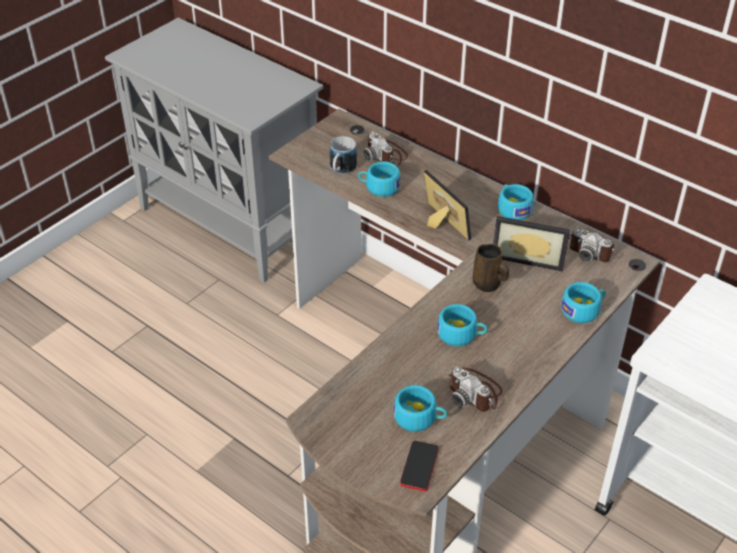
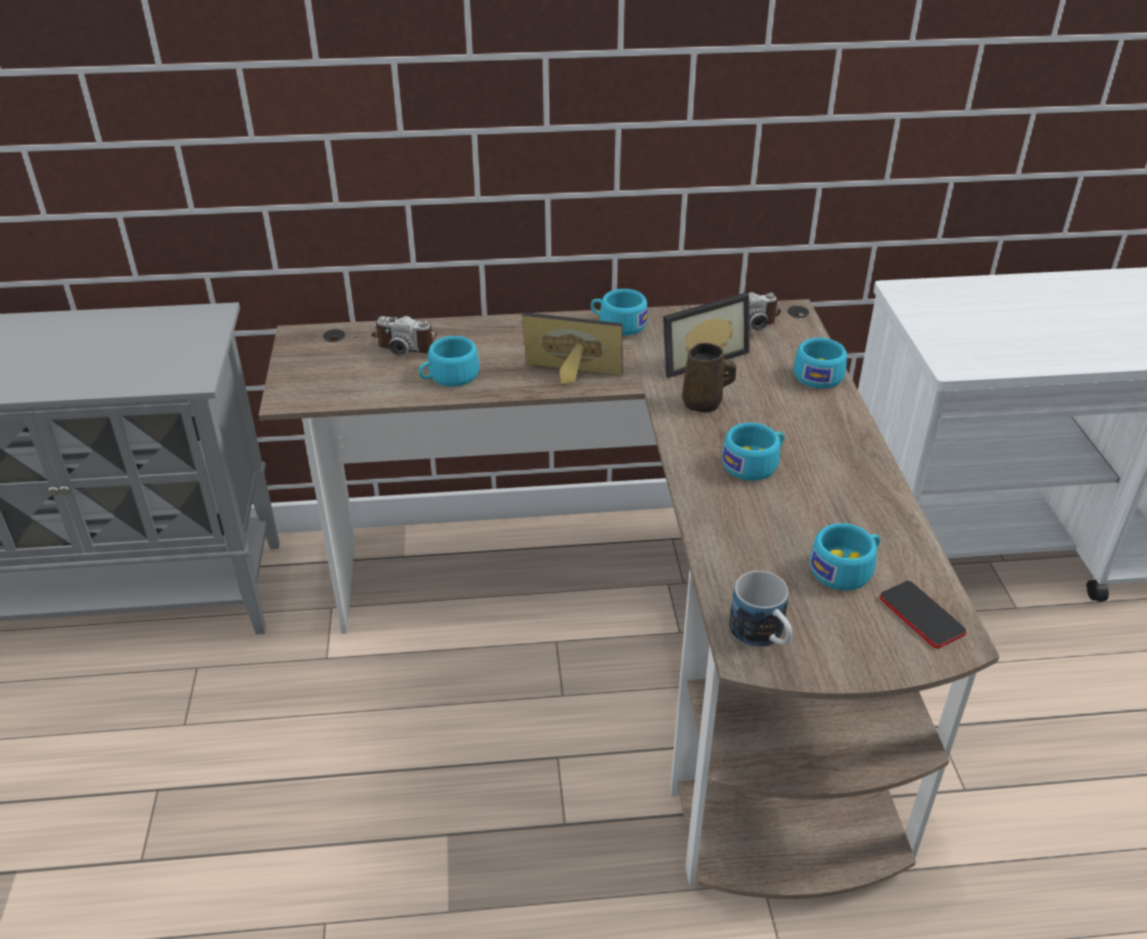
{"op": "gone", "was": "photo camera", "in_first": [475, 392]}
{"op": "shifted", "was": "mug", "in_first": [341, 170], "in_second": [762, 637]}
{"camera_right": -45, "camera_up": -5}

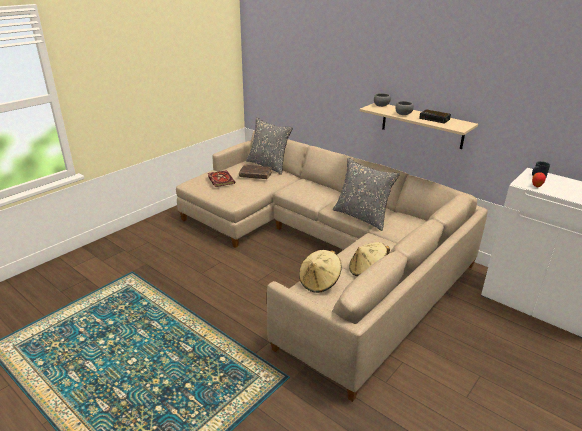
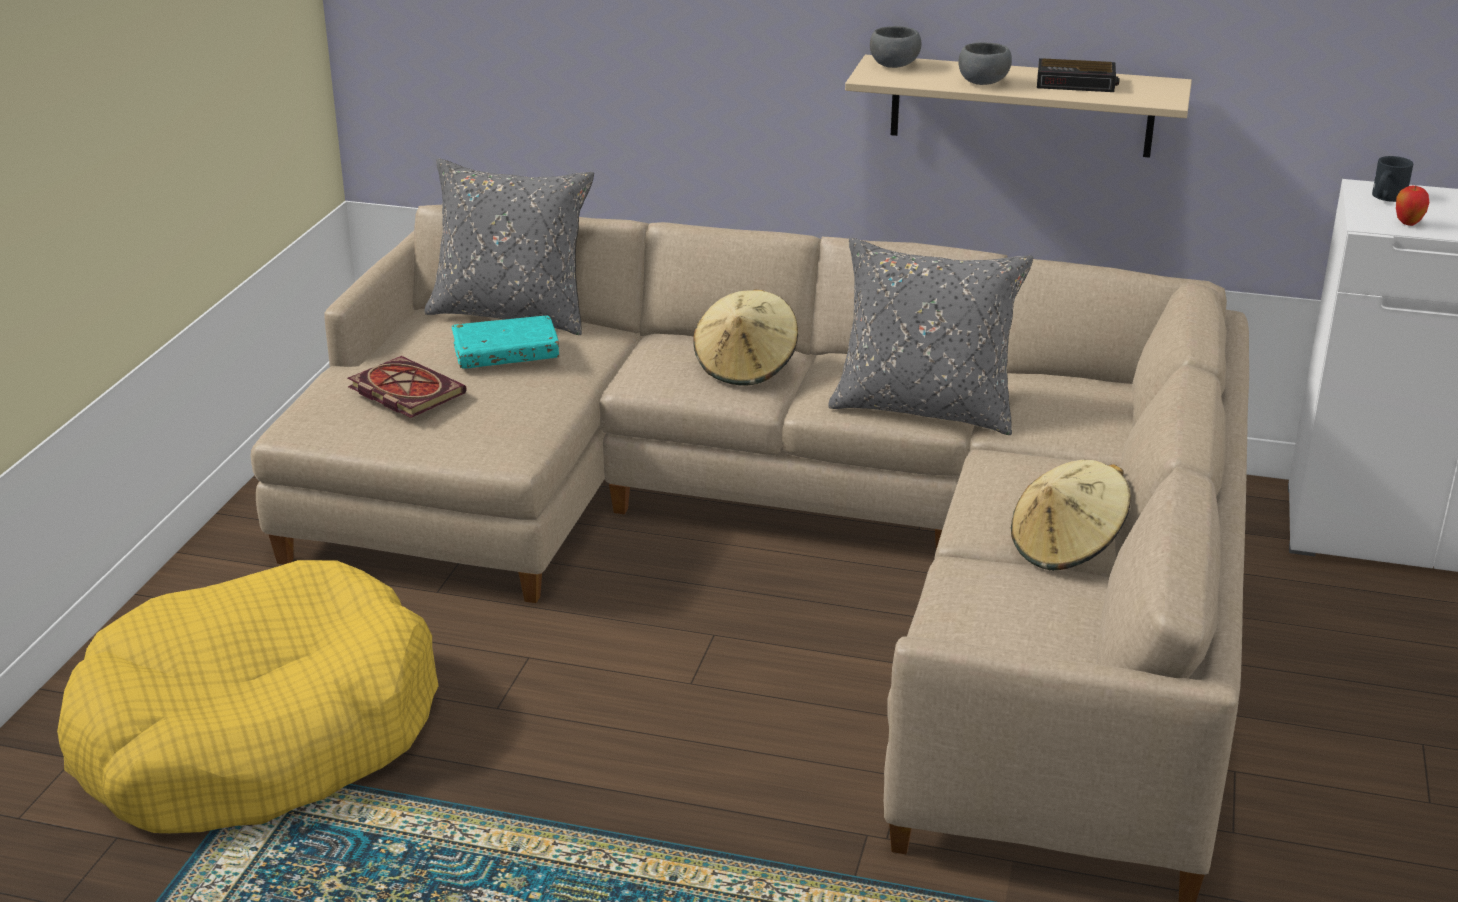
{"op": "new", "now": "dog bed/yellow", "in_second": [257, 735]}
{"op": "shifted", "was": "hat/beige", "in_first": [319, 282], "in_second": [746, 367]}
{"op": "repainted", "was": "book/brown", "now": "book/turquoise", "in_first": [255, 175], "in_second": [506, 354]}
{"camera_right": -25, "camera_up": 0}

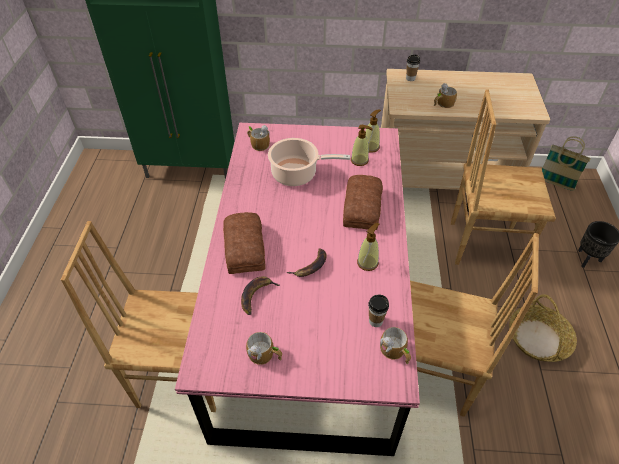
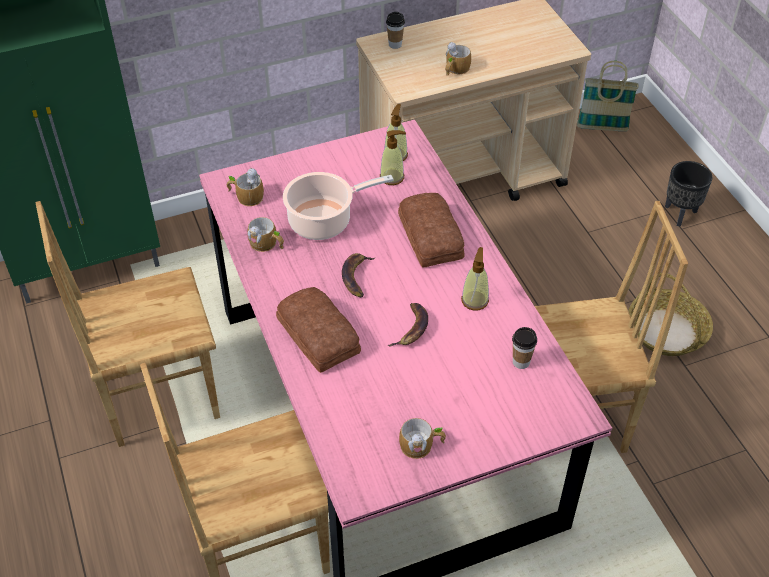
{"op": "shifted", "was": "banana", "in_first": [257, 295], "in_second": [356, 277]}
{"op": "shifted", "was": "mug", "in_first": [395, 352], "in_second": [267, 244]}
{"op": "shifted", "was": "chair/brown", "in_first": [483, 244], "in_second": [159, 396]}
{"camera_right": -25, "camera_up": 0}

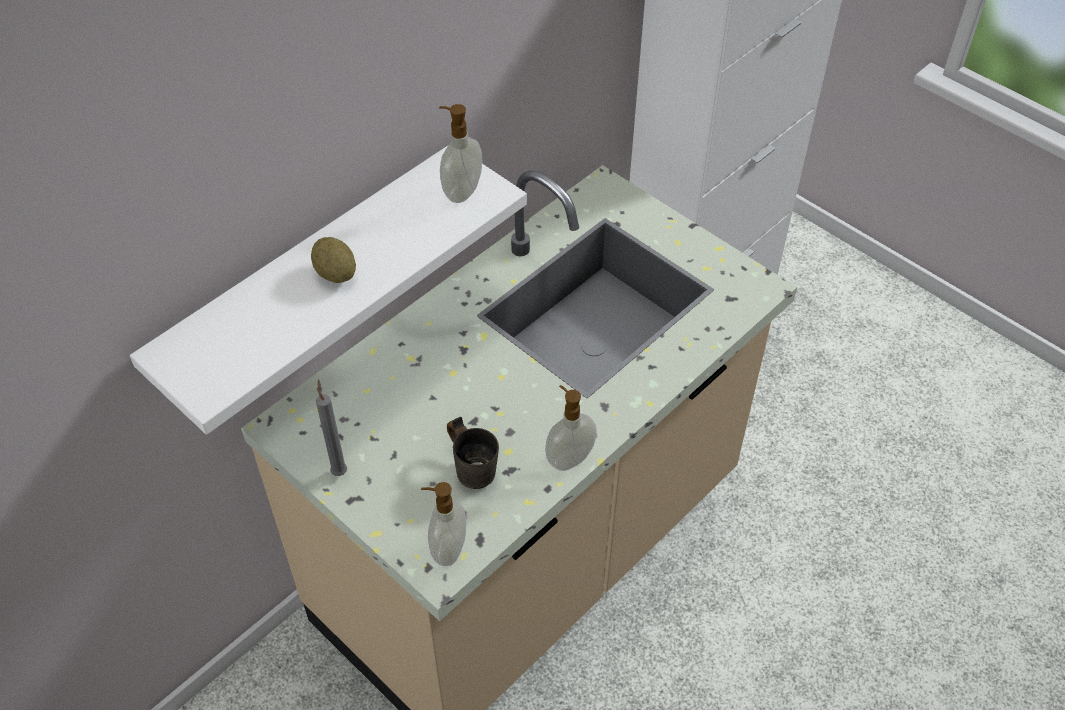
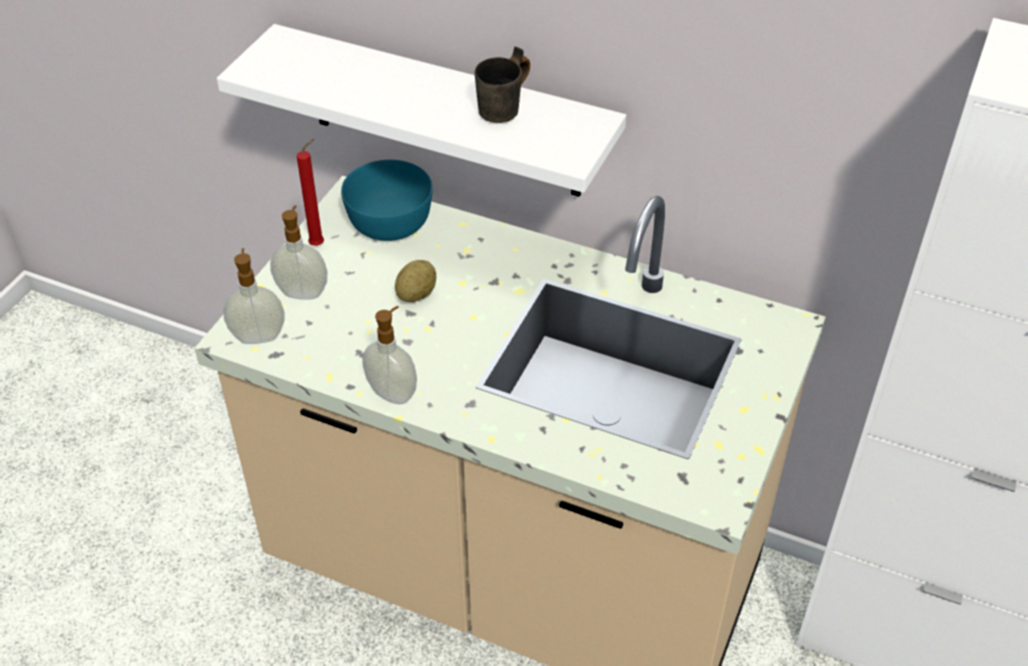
{"op": "new", "now": "bowl/turquoise", "in_second": [388, 221]}
{"op": "shifted", "was": "potato", "in_first": [336, 273], "in_second": [416, 294]}
{"op": "shifted", "was": "soap dispenser", "in_first": [461, 191], "in_second": [303, 292]}
{"op": "shifted", "was": "mug/grey", "in_first": [475, 465], "in_second": [508, 111]}
{"op": "repainted", "was": "candle/grey", "now": "candle/red", "in_first": [339, 470], "in_second": [319, 244]}
{"camera_right": 70, "camera_up": -5}

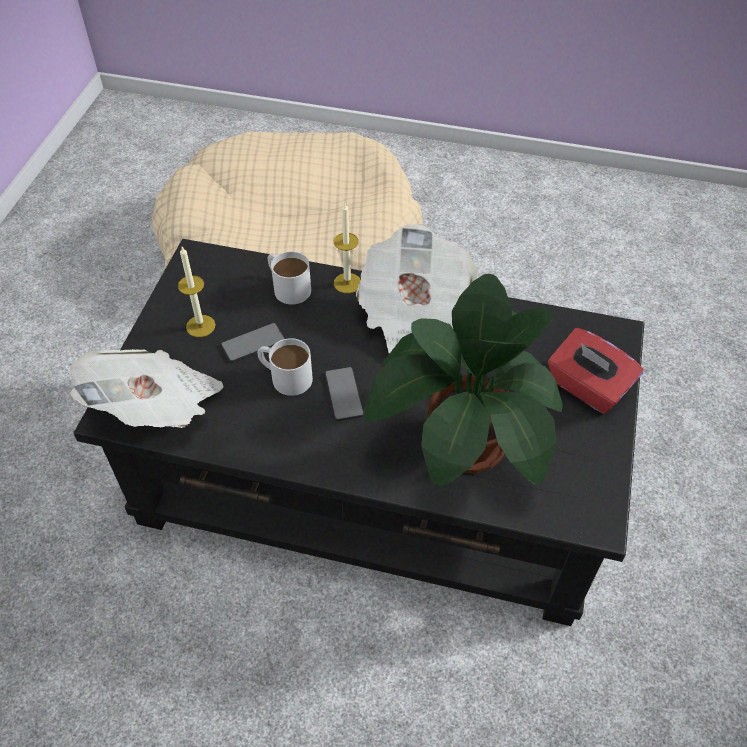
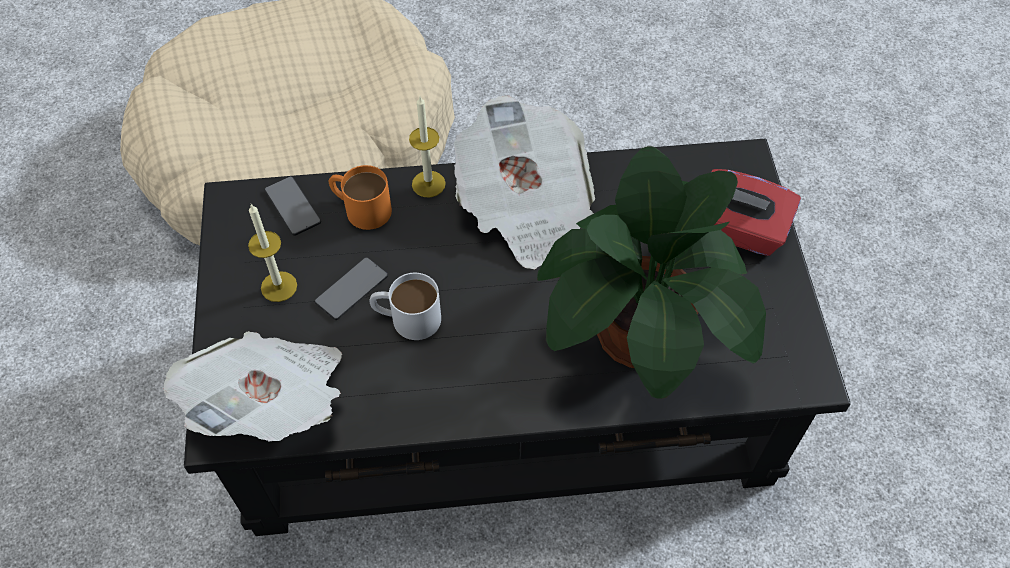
{"op": "shifted", "was": "phone", "in_first": [344, 394], "in_second": [292, 207]}
{"op": "repainted", "was": "mug/white", "now": "mug/orange", "in_first": [287, 286], "in_second": [360, 207]}
{"camera_right": -20, "camera_up": 5}

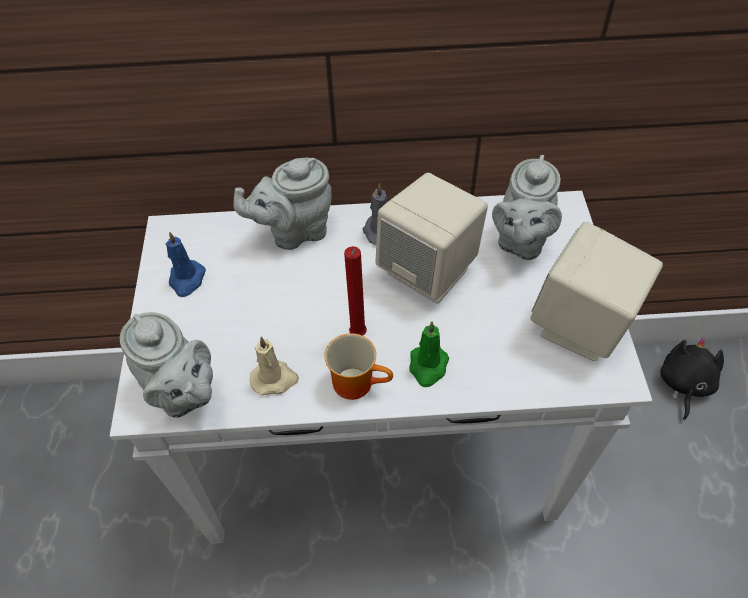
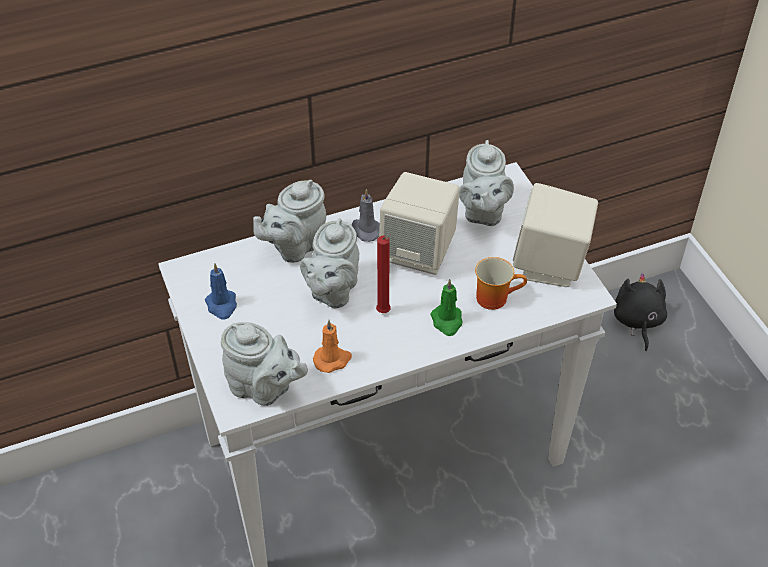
{"op": "new", "now": "teapot/grey", "in_second": [332, 291]}
{"op": "shifted", "was": "mug", "in_first": [358, 381], "in_second": [495, 296]}
{"op": "repainted", "was": "candle/beige", "now": "candle/orange", "in_first": [275, 379], "in_second": [332, 360]}
{"camera_right": -20, "camera_up": -5}

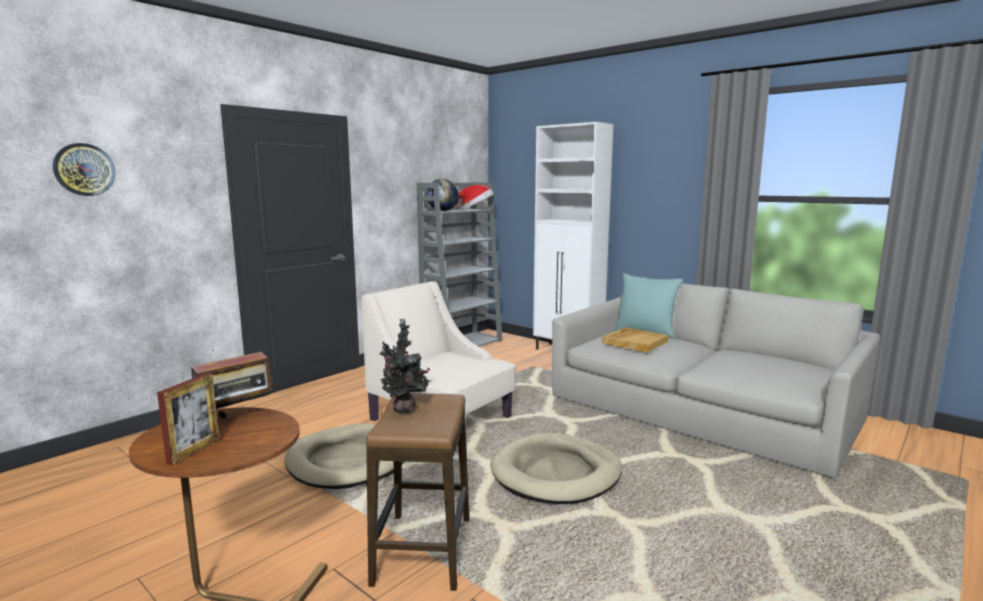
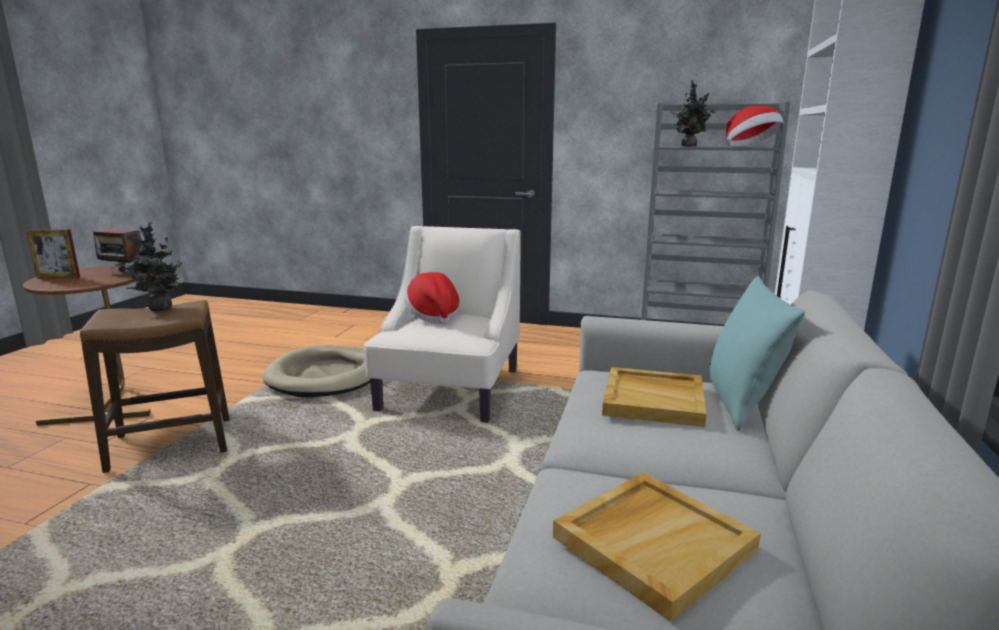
{"op": "gone", "was": "wall clock", "in_first": [84, 169]}
{"op": "gone", "was": "dog bed/beige", "in_first": [556, 473]}
{"op": "new", "now": "hat", "in_second": [433, 316]}
{"op": "new", "now": "tray/beige", "in_second": [653, 542]}
{"op": "swapped", "was": "globe", "now": "potted plant", "in_first": [443, 211], "in_second": [690, 146]}
{"camera_right": 65, "camera_up": 5}

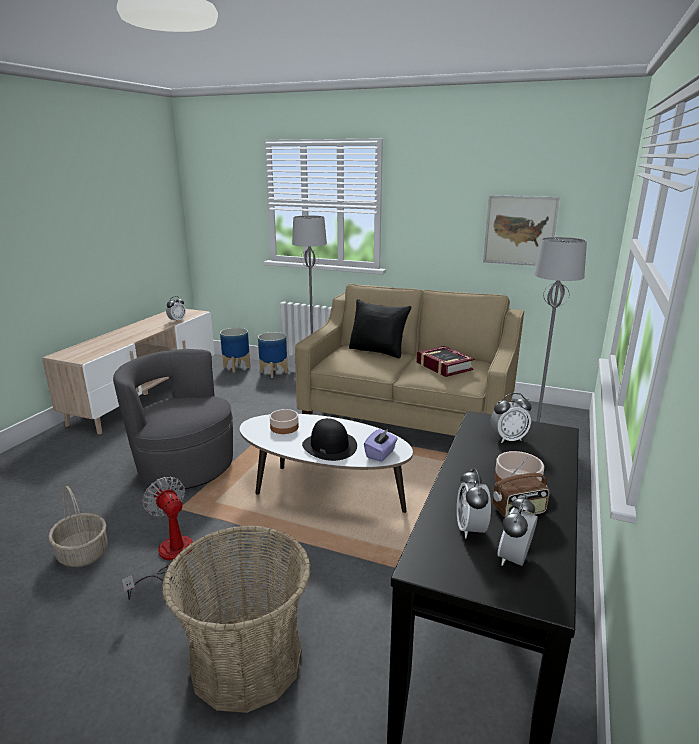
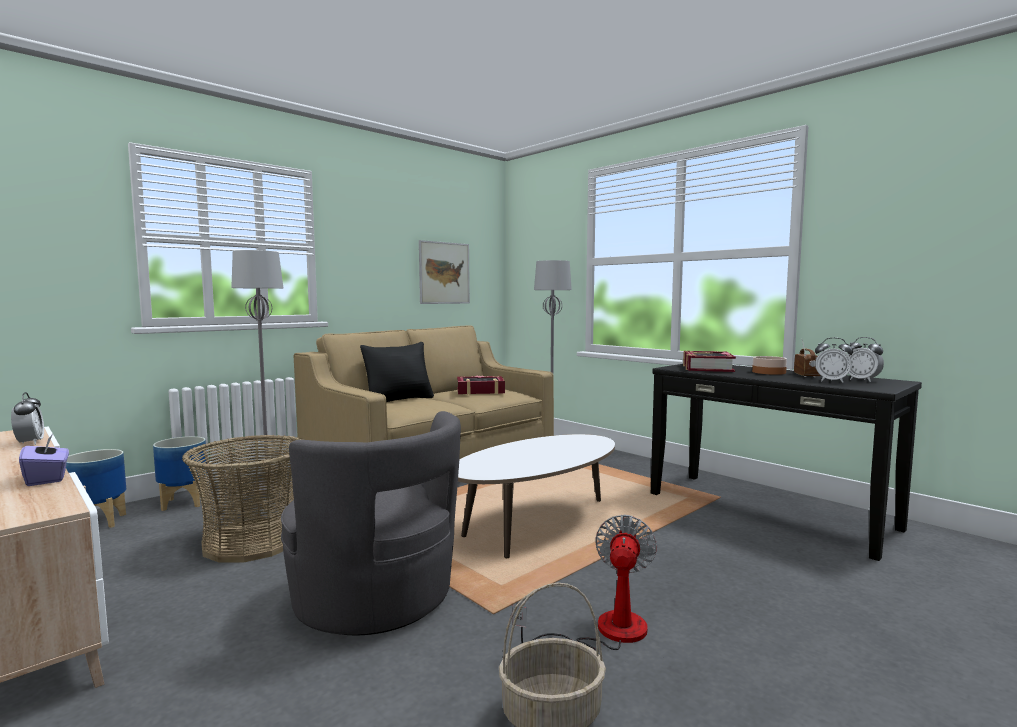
{"op": "gone", "was": "bowl", "in_first": [284, 427]}
{"op": "gone", "was": "hat/black", "in_first": [329, 446]}
{"op": "shifted", "was": "basket", "in_first": [246, 660], "in_second": [252, 541]}
{"op": "shifted", "was": "tissue box/purple", "in_first": [380, 454], "in_second": [47, 478]}
{"op": "swapped", "was": "alarm clock", "now": "book", "in_first": [508, 439], "in_second": [707, 368]}
{"op": "rotated", "was": "armchair/grey", "in_first": [185, 466], "in_second": [376, 599], "clockwise": -105}
{"op": "rotated", "was": "fan", "in_first": [169, 557], "in_second": [605, 632], "clockwise": 120}
{"camera_right": -65, "camera_up": -15}

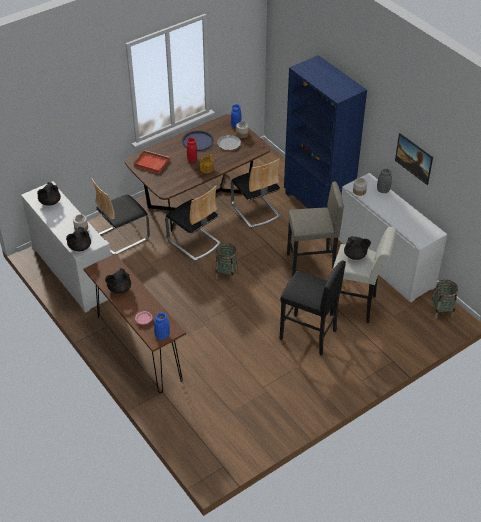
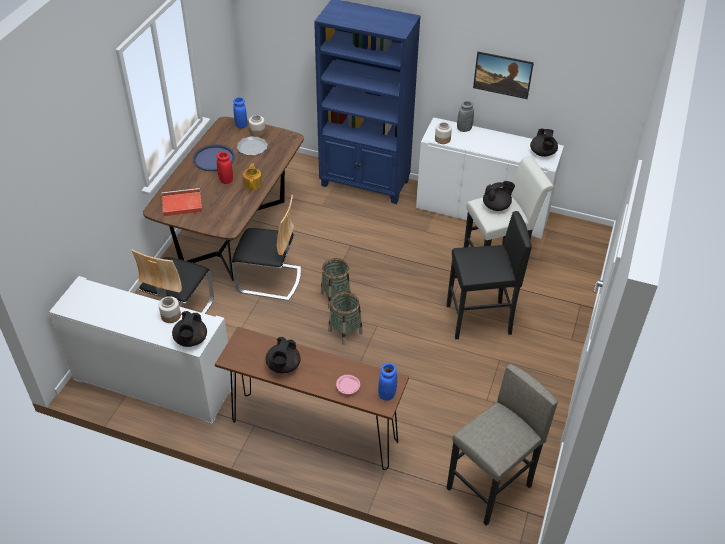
{"op": "gone", "was": "chair", "in_first": [255, 210]}
{"op": "shifted", "was": "teapot/black", "in_first": [49, 202], "in_second": [542, 153]}
{"op": "shifted", "was": "stool/grey", "in_first": [311, 265], "in_second": [490, 488]}
{"op": "shifted", "was": "basket", "in_first": [441, 310], "in_second": [345, 331]}
{"camera_right": -35, "camera_up": 0}

